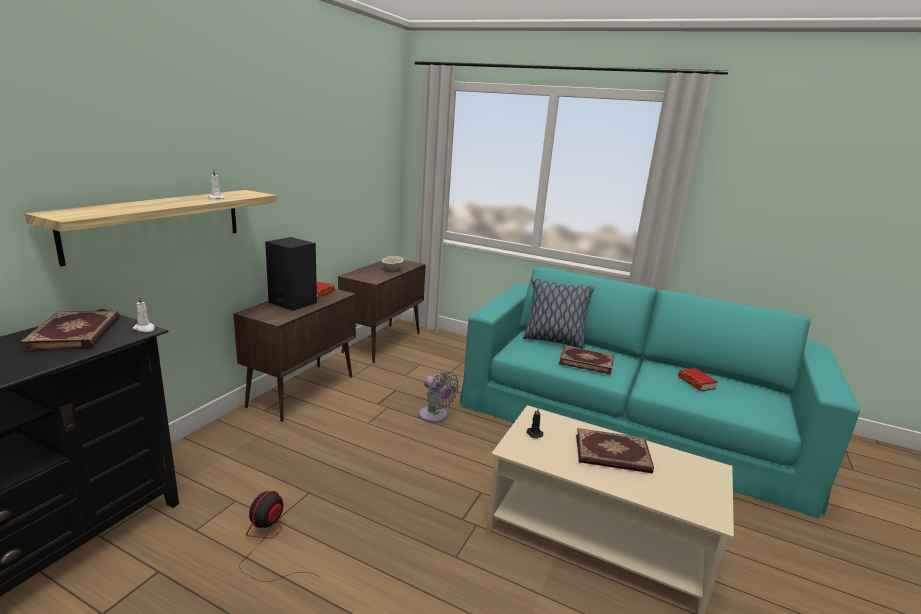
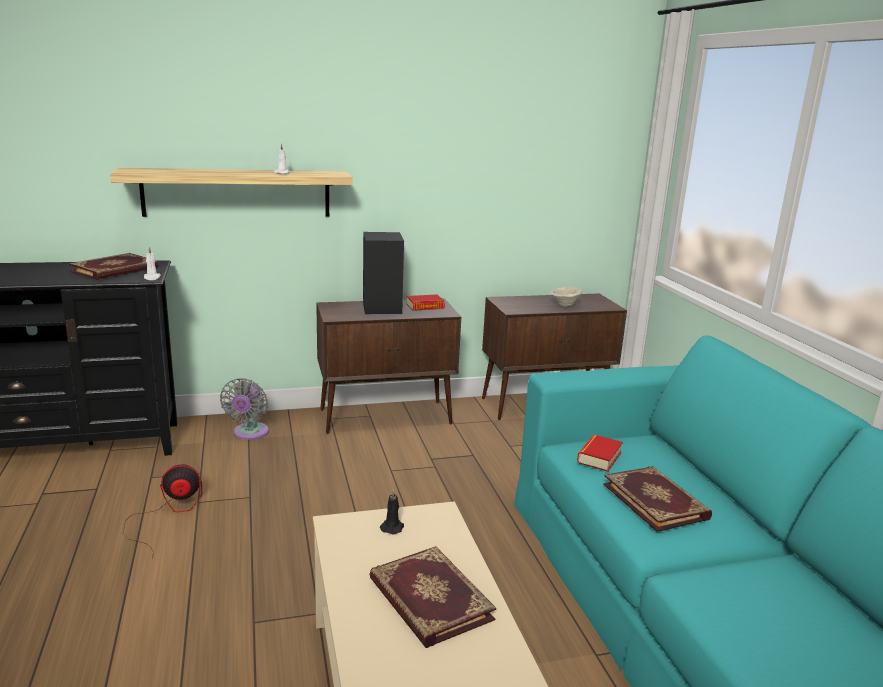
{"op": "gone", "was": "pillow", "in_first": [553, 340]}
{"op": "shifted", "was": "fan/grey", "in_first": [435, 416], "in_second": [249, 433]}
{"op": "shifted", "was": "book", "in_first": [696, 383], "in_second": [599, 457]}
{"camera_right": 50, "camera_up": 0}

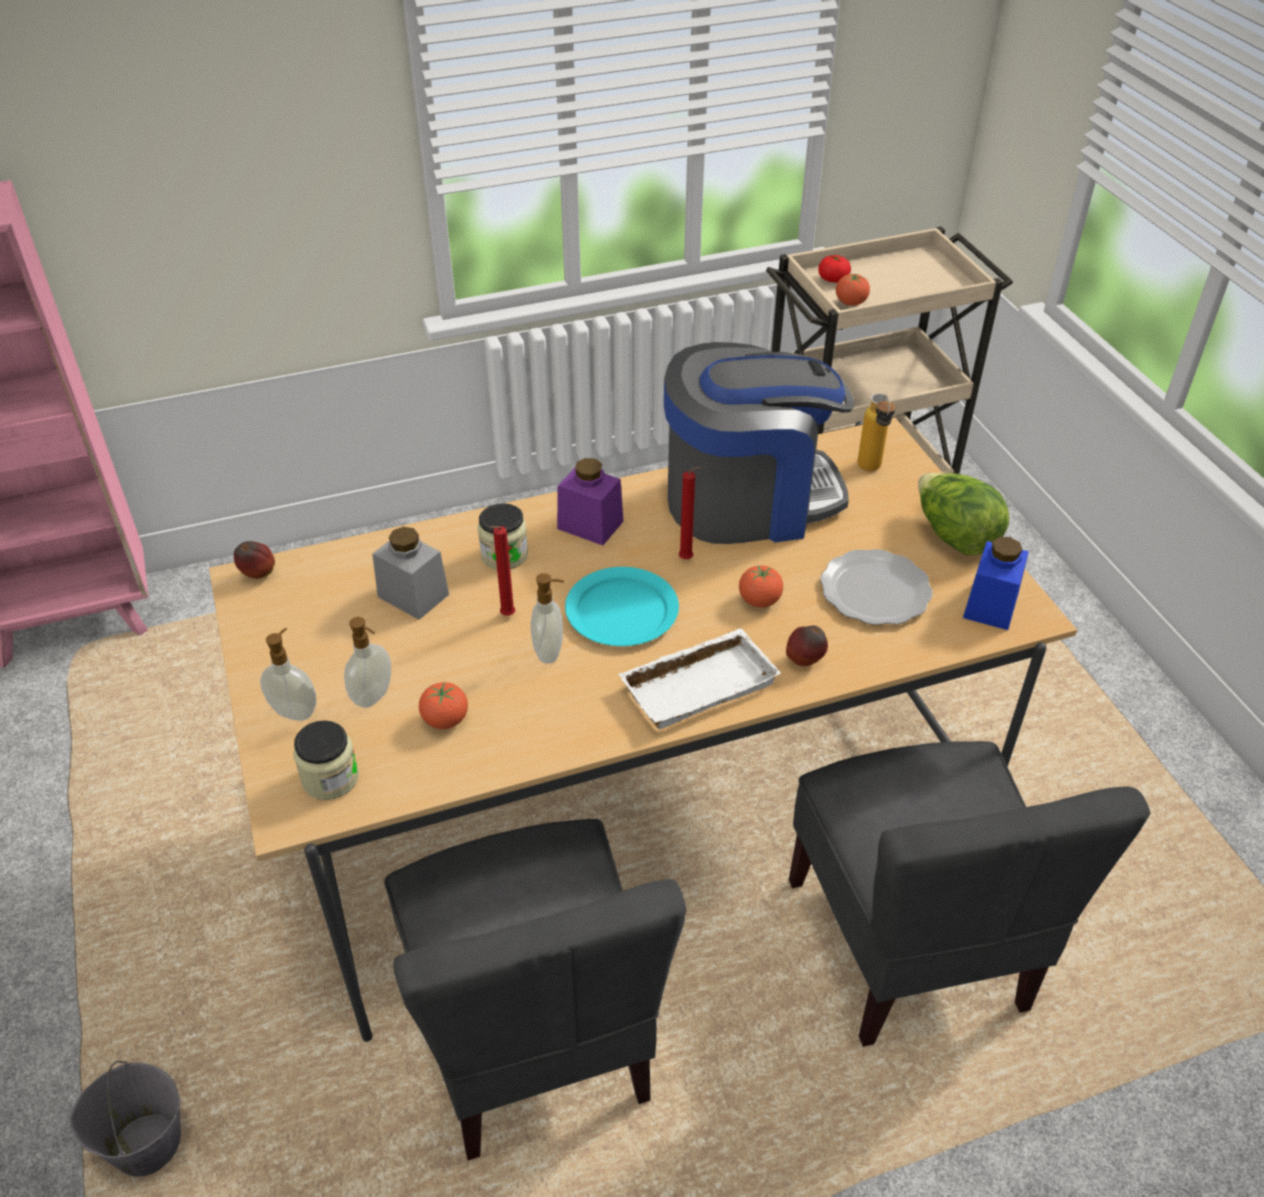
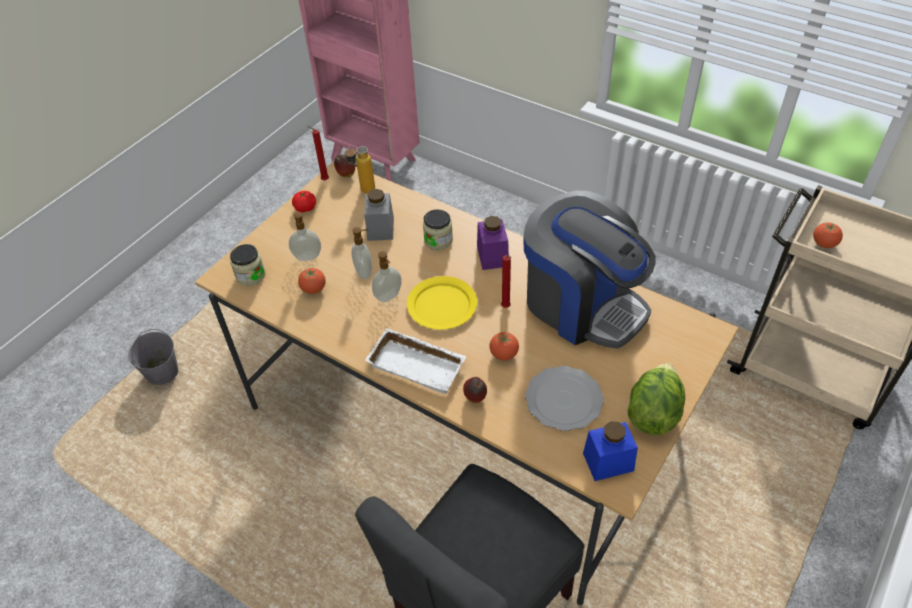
{"op": "gone", "was": "chair/grey", "in_first": [533, 1037]}
{"op": "shifted", "was": "soap dispenser", "in_first": [295, 710], "in_second": [365, 272]}
{"op": "shifted", "was": "candle/red", "in_first": [506, 616], "in_second": [323, 180]}
{"op": "shifted", "was": "tomato", "in_first": [833, 279], "in_second": [305, 208]}
{"op": "shifted", "was": "bottle", "in_first": [871, 471], "in_second": [363, 192]}
{"op": "repainted", "was": "plate/turquoise", "now": "plate/yellow", "in_first": [622, 611], "in_second": [441, 305]}
{"camera_right": 55, "camera_up": 5}

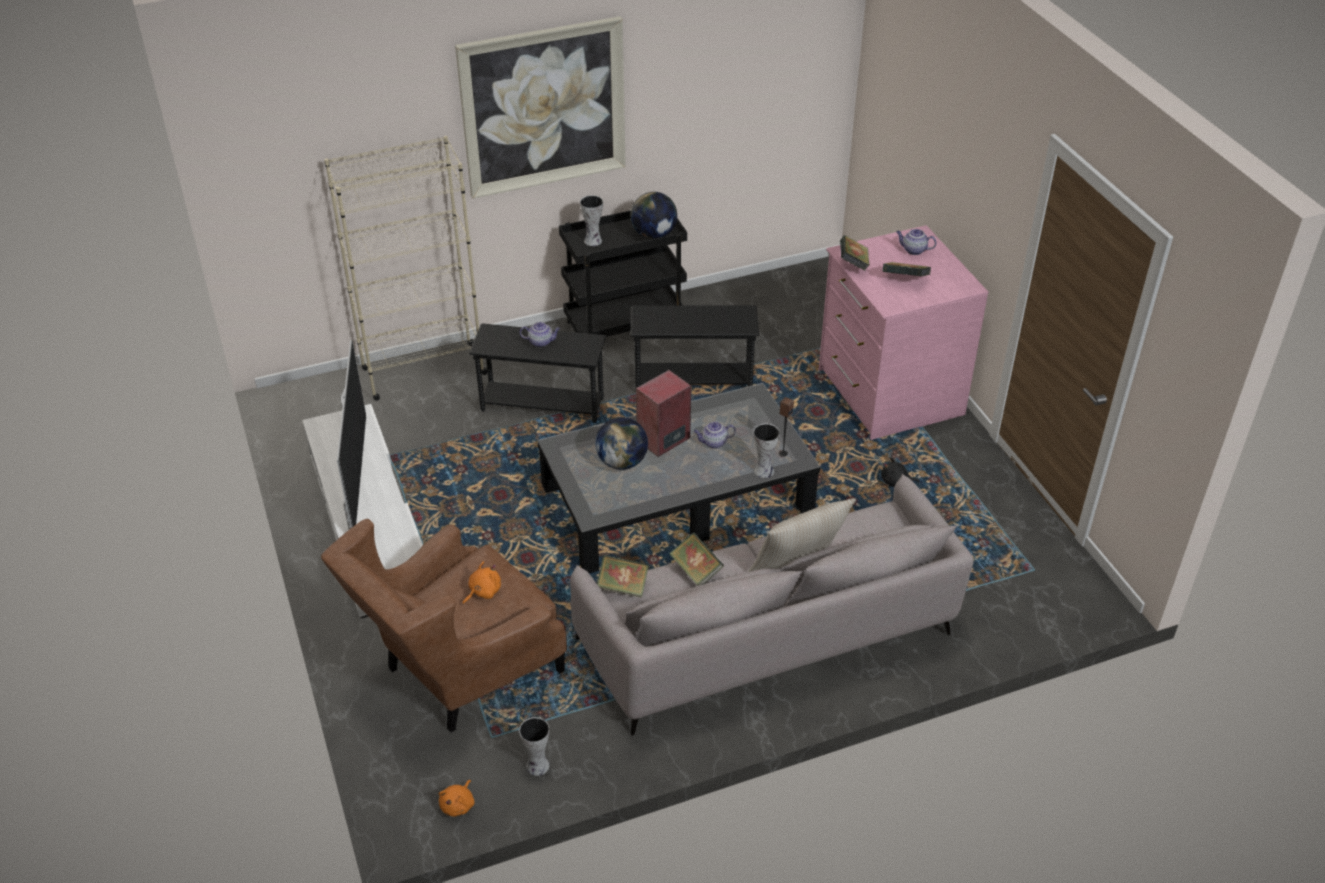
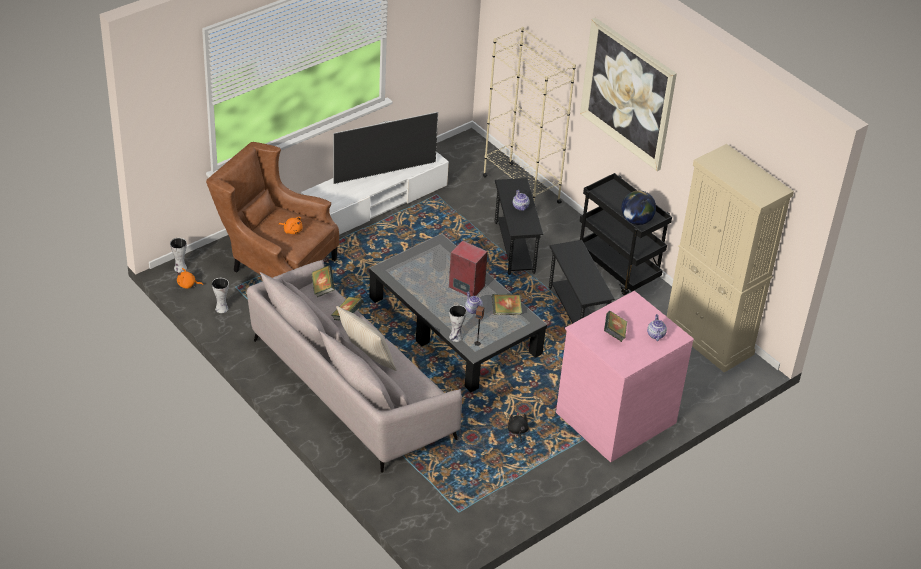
{"op": "gone", "was": "globe", "in_first": [622, 462]}
{"op": "new", "now": "cabinet/beige", "in_second": [708, 339]}
{"op": "shifted", "was": "vase", "in_first": [593, 241], "in_second": [179, 268]}
{"op": "shifted", "was": "book", "in_first": [853, 264], "in_second": [506, 311]}
{"camera_right": 70, "camera_up": 0}

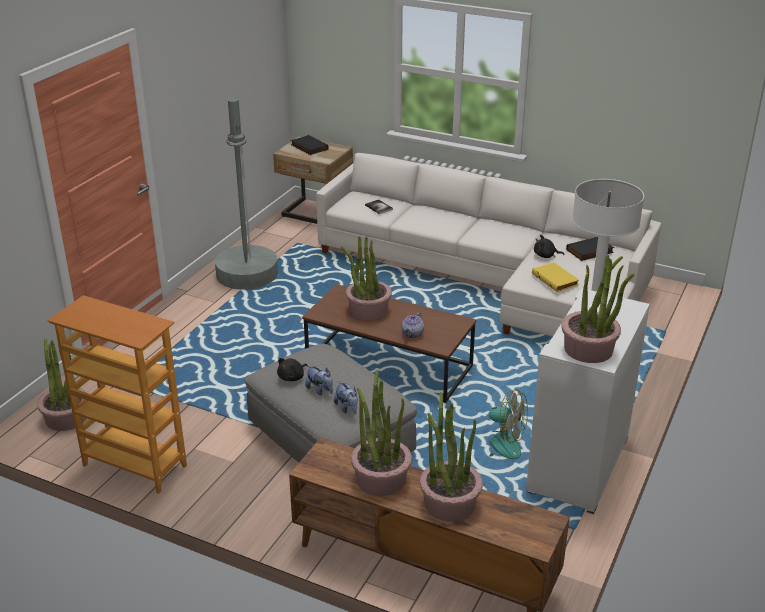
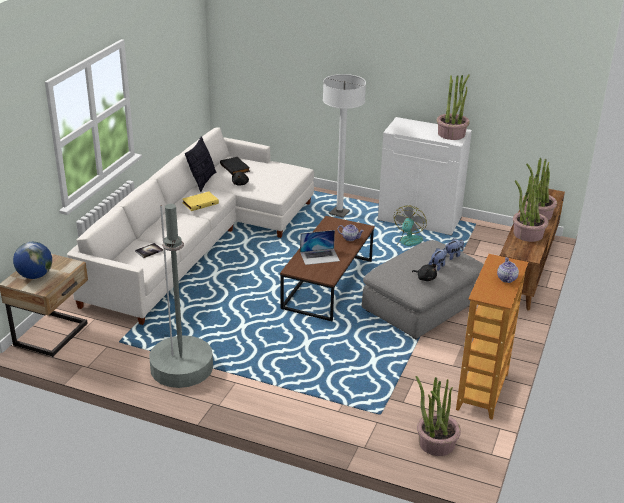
{"op": "new", "now": "pillow", "in_second": [202, 181]}
{"op": "new", "now": "teapot", "in_second": [506, 278]}
{"op": "shifted", "was": "book/yellow", "in_first": [556, 279], "in_second": [200, 203]}
{"op": "swapped", "was": "book/black", "now": "globe", "in_first": [308, 147], "in_second": [35, 276]}
{"op": "swapped", "was": "potted plant", "now": "laptop", "in_first": [368, 310], "in_second": [320, 256]}
{"camera_right": -95, "camera_up": 0}

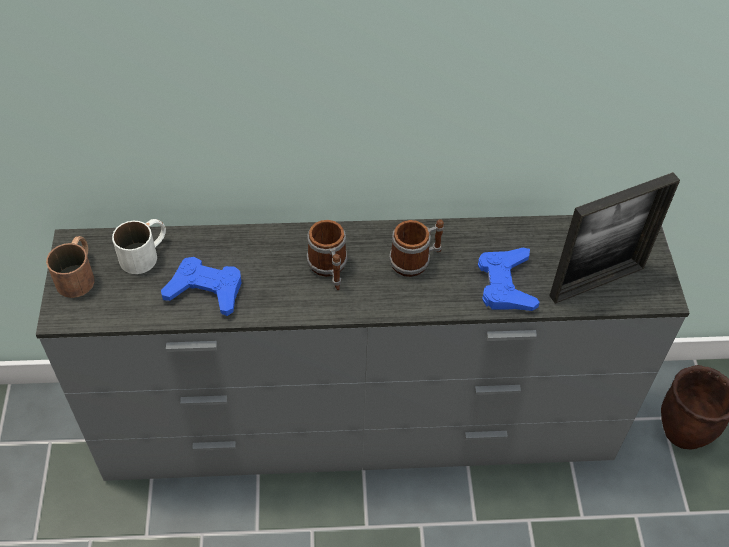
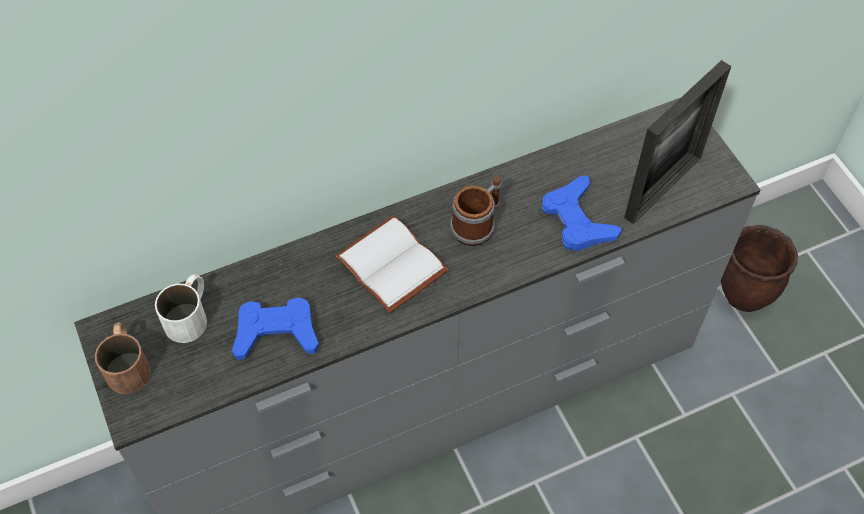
{"op": "swapped", "was": "mug", "now": "book/white", "in_first": [329, 269], "in_second": [394, 264]}
{"camera_right": -20, "camera_up": 5}

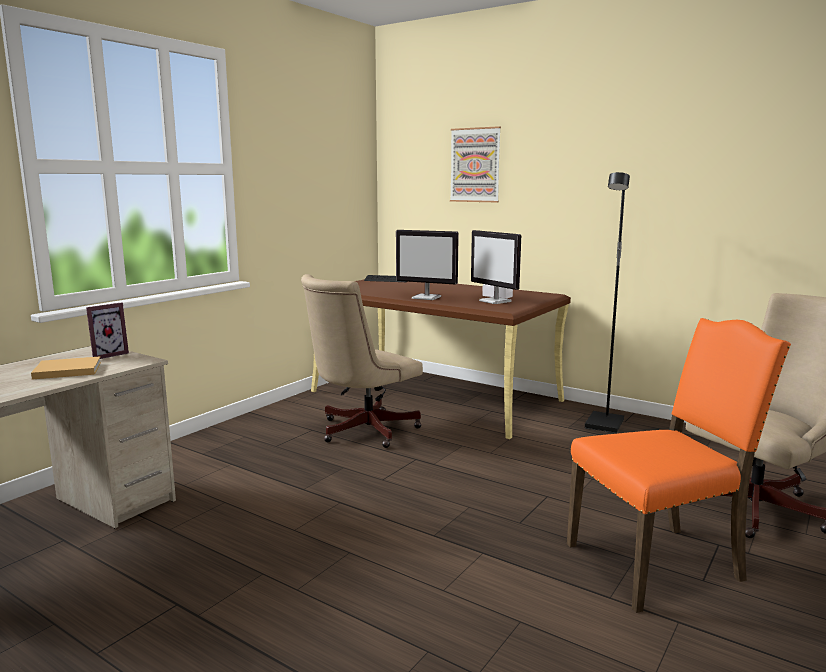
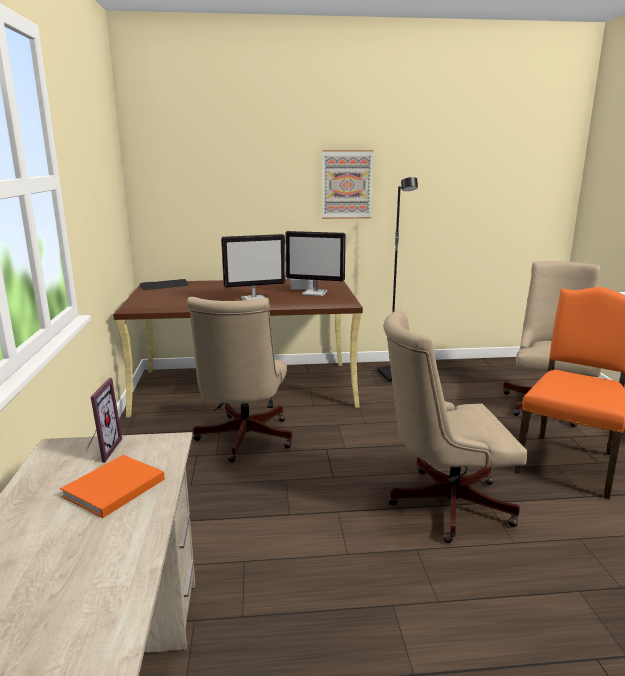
{"op": "new", "now": "office chair/beige", "in_second": [442, 503]}
{"op": "shifted", "was": "picture", "in_first": [475, 165], "in_second": [346, 184]}
{"op": "repainted", "was": "book/beige", "now": "book/orange", "in_first": [65, 370], "in_second": [112, 489]}
{"camera_right": -40, "camera_up": 5}

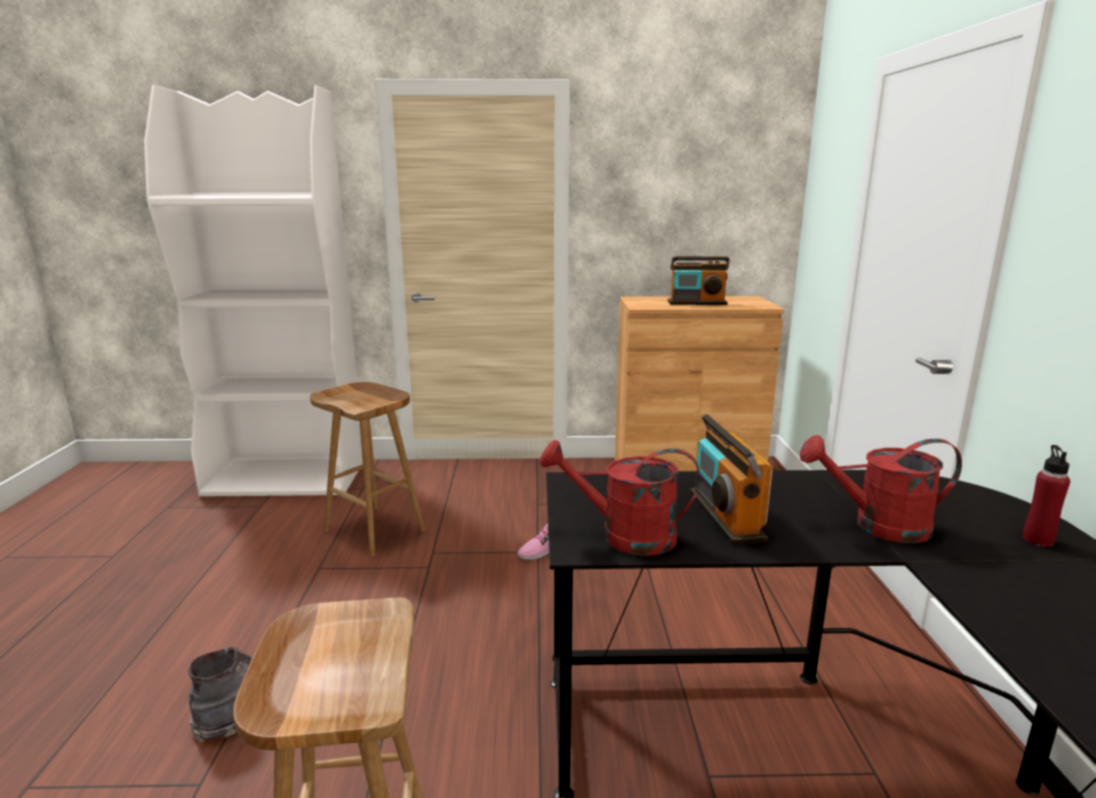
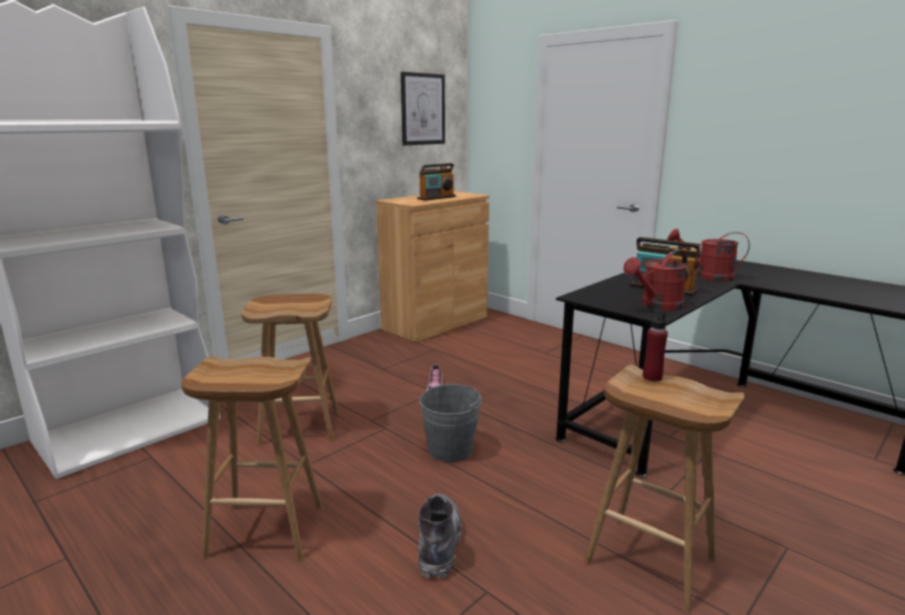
{"op": "new", "now": "stool/brown", "in_second": [264, 532]}
{"op": "new", "now": "picture", "in_second": [422, 109]}
{"op": "new", "now": "bucket/grey", "in_second": [450, 449]}
{"op": "shifted", "was": "bottle/red", "in_first": [1038, 540], "in_second": [652, 377]}
{"op": "rotated", "was": "watering can/red", "in_first": [878, 526], "in_second": [707, 276], "clockwise": 60}
{"camera_right": -45, "camera_up": 0}

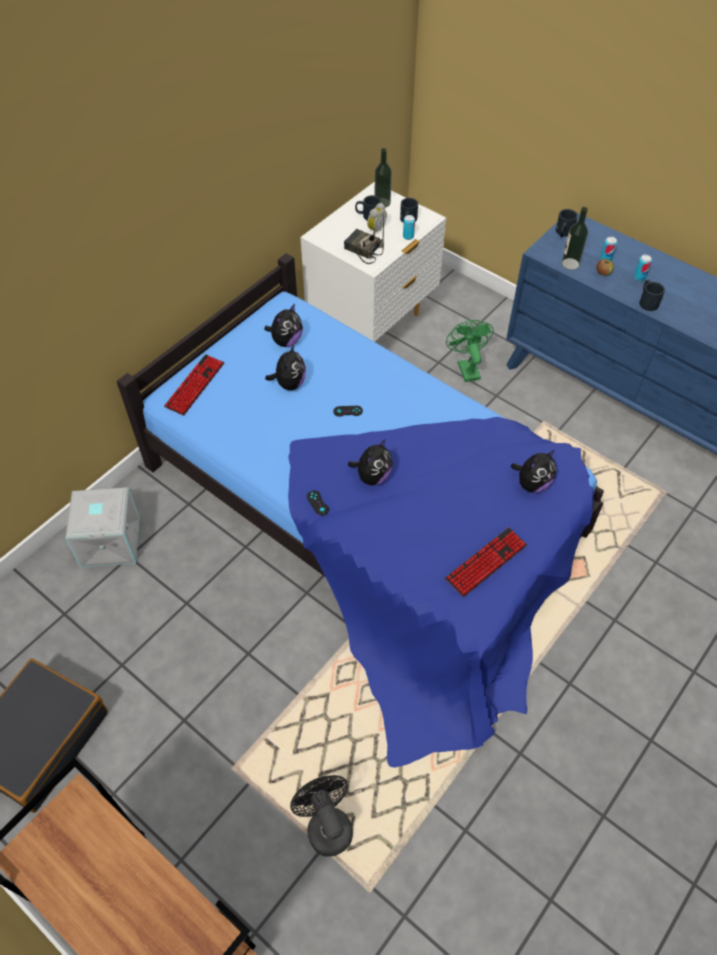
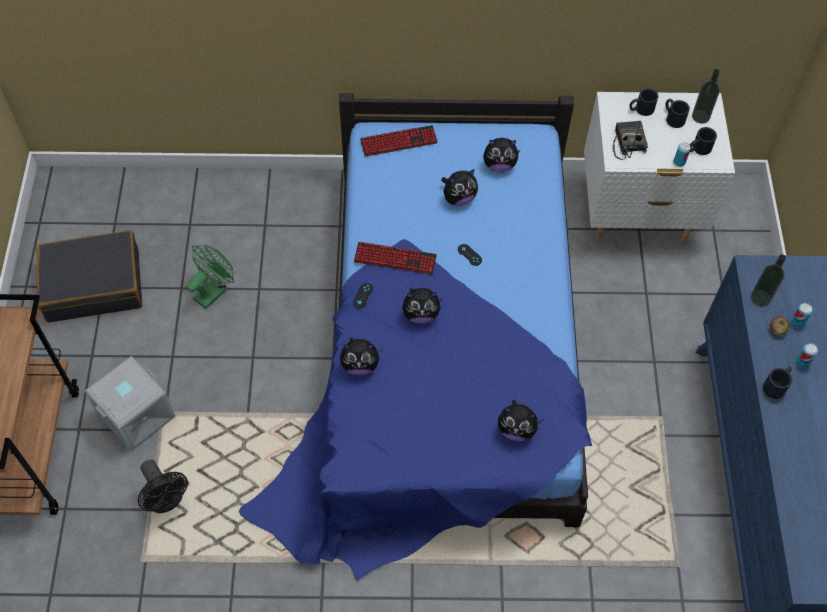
{"op": "gone", "was": "alarm clock", "in_first": [375, 230]}
{"op": "new", "now": "plush toy", "in_second": [360, 365]}
{"op": "shifted", "was": "storage box/grey", "in_first": [109, 541], "in_second": [136, 415]}
{"op": "shifted", "was": "keyboard", "in_first": [486, 562], "in_second": [395, 259]}
{"op": "shifted", "was": "fan/green", "in_first": [466, 367], "in_second": [214, 290]}
{"op": "shifted", "was": "mug/black", "in_first": [563, 233], "in_second": [640, 109]}
{"op": "rotated", "was": "fan/black", "in_first": [326, 825], "in_second": [167, 500], "clockwise": 120}
{"camera_right": 50, "camera_up": 5}

